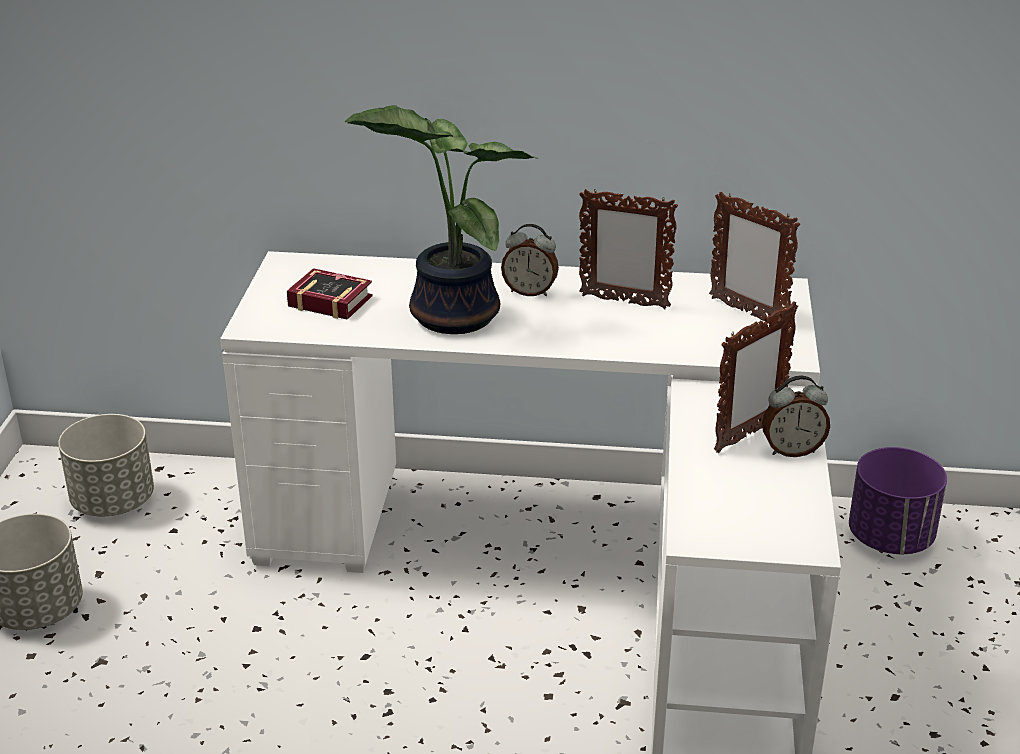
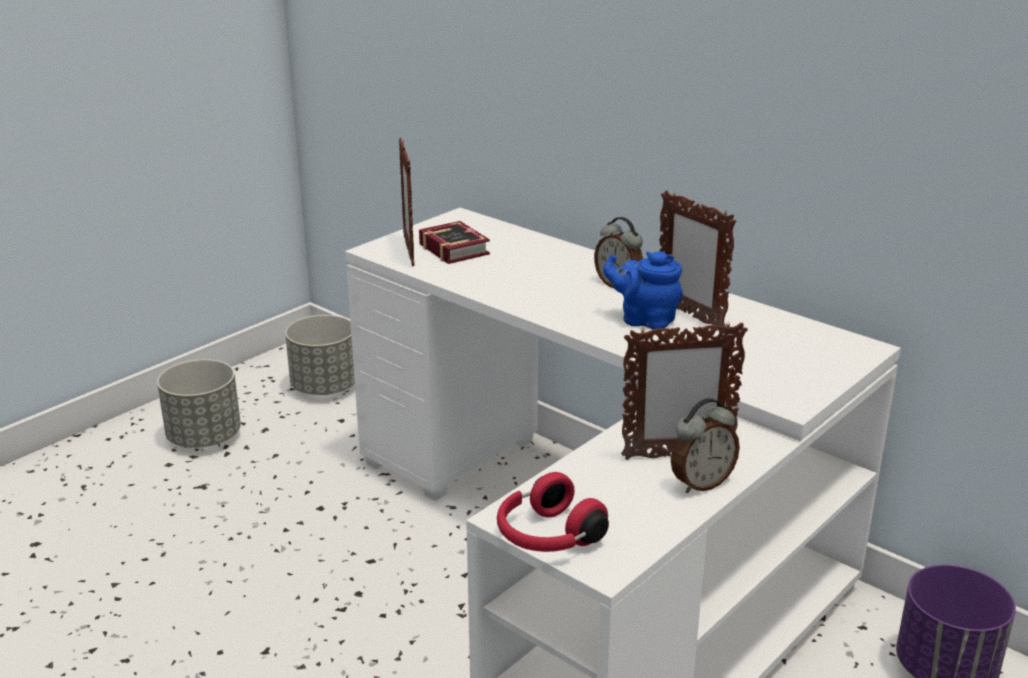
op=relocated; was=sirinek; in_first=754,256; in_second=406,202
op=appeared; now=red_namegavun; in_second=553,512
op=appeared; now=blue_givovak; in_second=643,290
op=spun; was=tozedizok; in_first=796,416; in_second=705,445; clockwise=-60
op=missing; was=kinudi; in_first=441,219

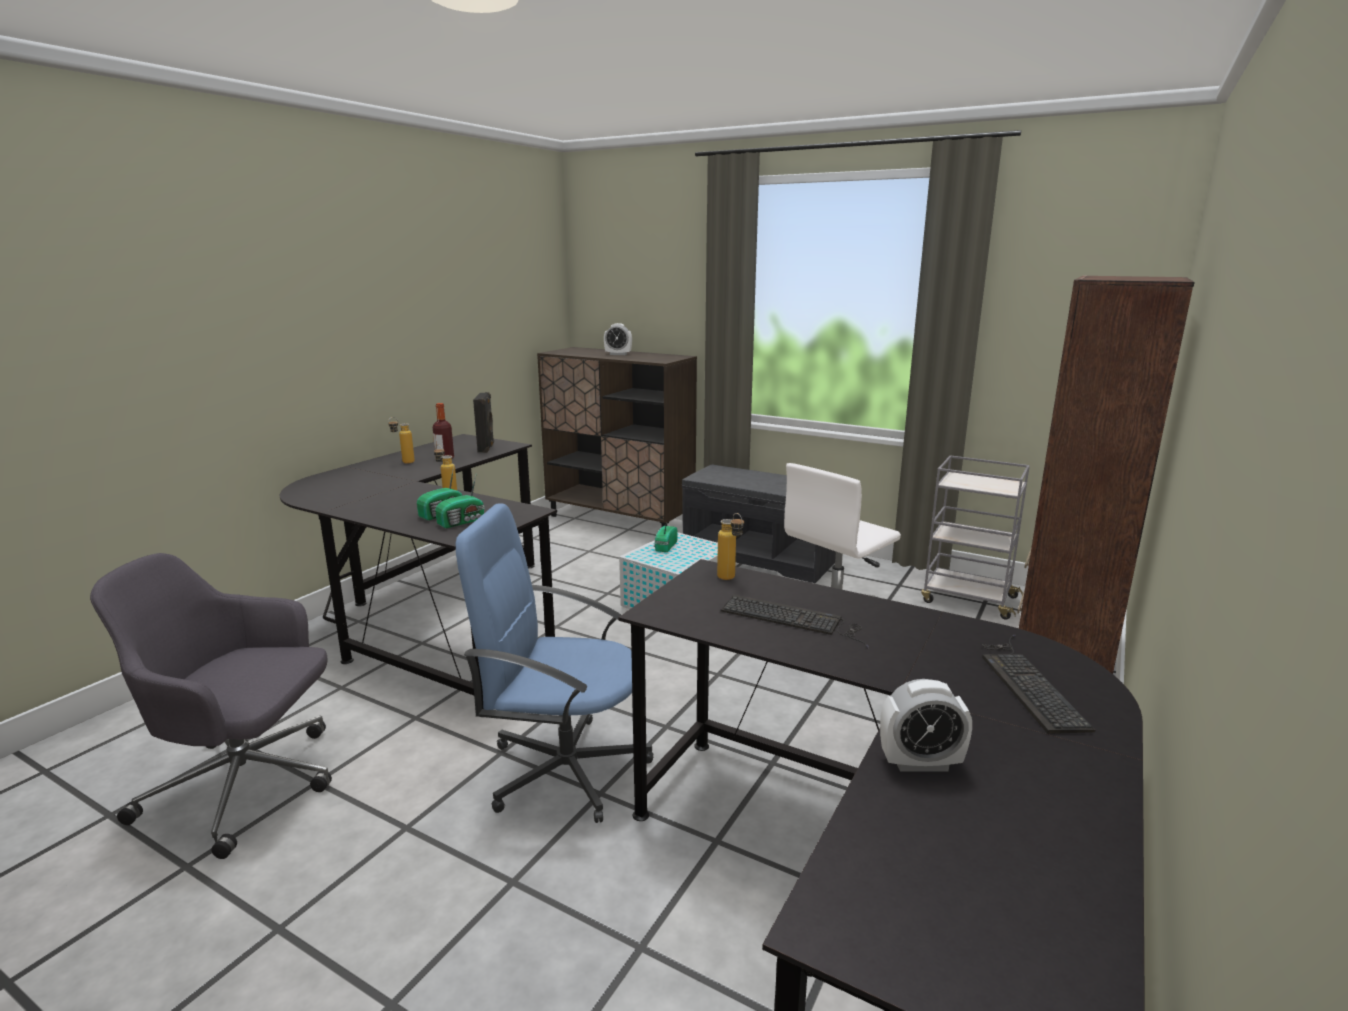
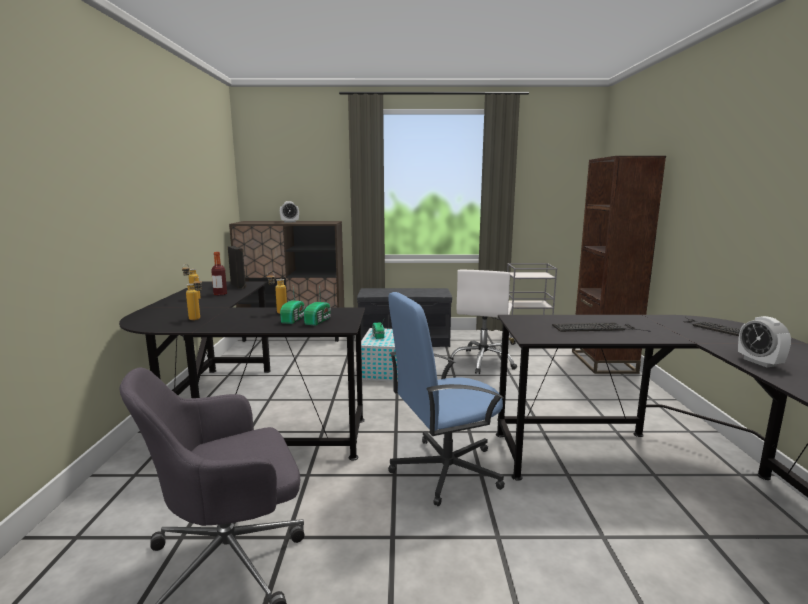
op=relocated; was=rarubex; in_first=730,546; in_second=194,298
op=spun; was=tozedizok; in_first=926,725; in_second=764,341; clockwise=105

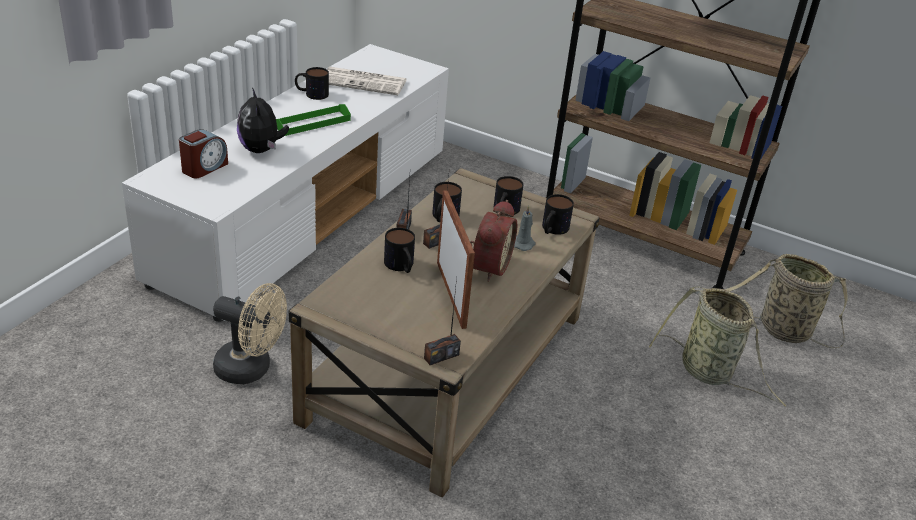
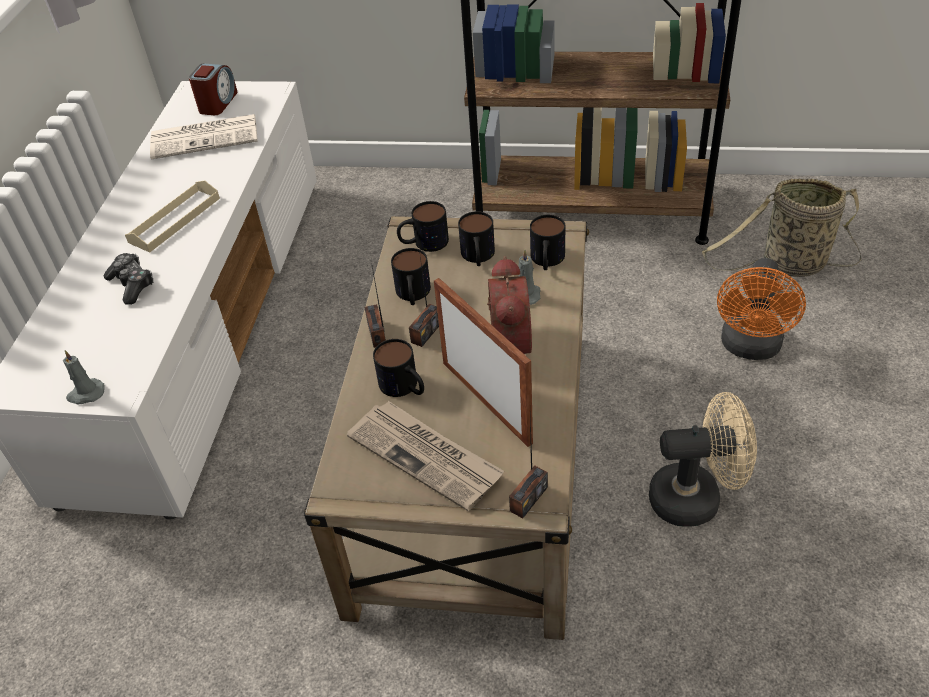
op=appeared; now=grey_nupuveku; in_second=83,377
op=exchanged; was=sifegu; now=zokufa; in_first=263,120; in_second=128,279
op=colour; was=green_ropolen; now=beige_ropolen; in_first=313,120; in_second=172,216
op=relocated; was=tozedizok; in_first=203,154; in_second=213,89
op=appeared; now=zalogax; in_second=425,456
op=relocated; was=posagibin; in_first=312,83; in_second=423,226
op=relocated; was=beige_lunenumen; in_first=250,333; in_second=703,459
op=exchanged; was=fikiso; now=orange_lunenumen; in_first=717,346; in_second=761,309

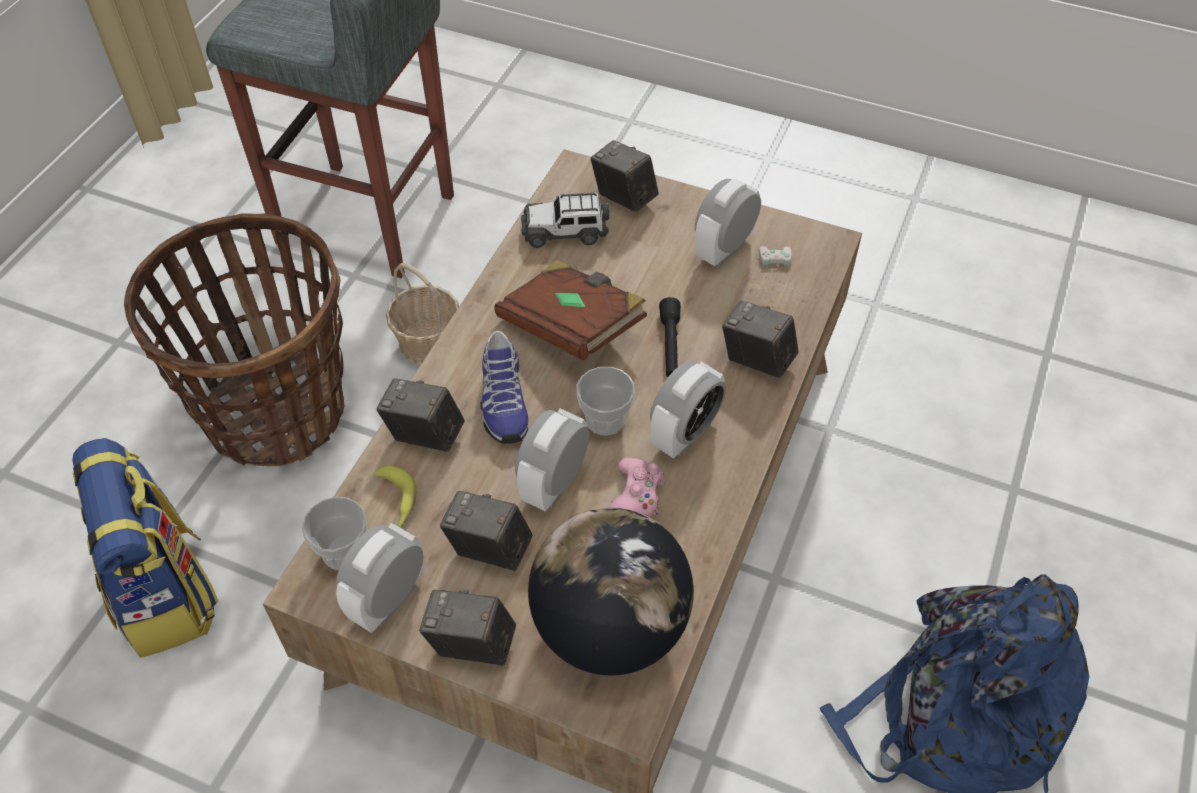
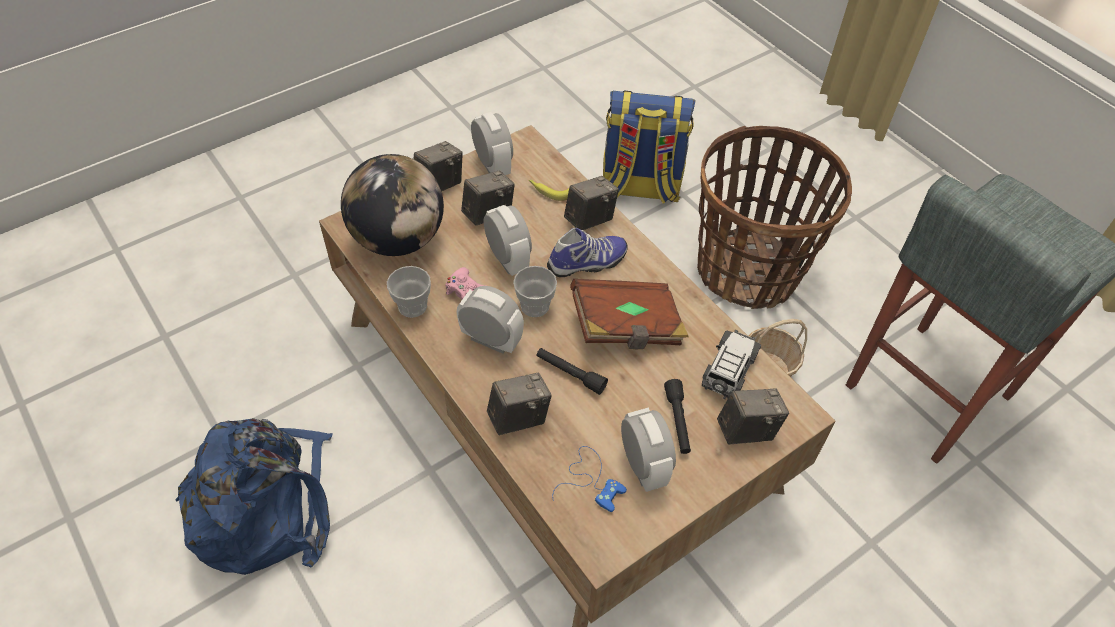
op=relocated; was=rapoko; in_first=334,533; in_second=409,292
op=spun; was=tozedizok; in_first=688,410; in_second=490,320; clockwise=135
op=spun; was=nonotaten; in_first=504,387; in_second=587,252; clockwise=135
op=colour; was=white_zokufa; now=blue_zokufa; in_first=779,271; in_second=590,479
op=appeared; now=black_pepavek; in_second=677,416

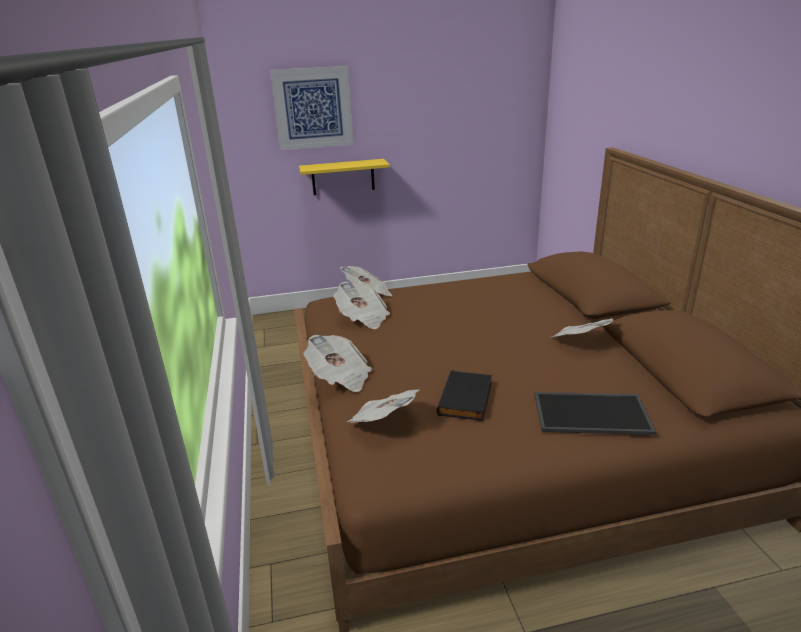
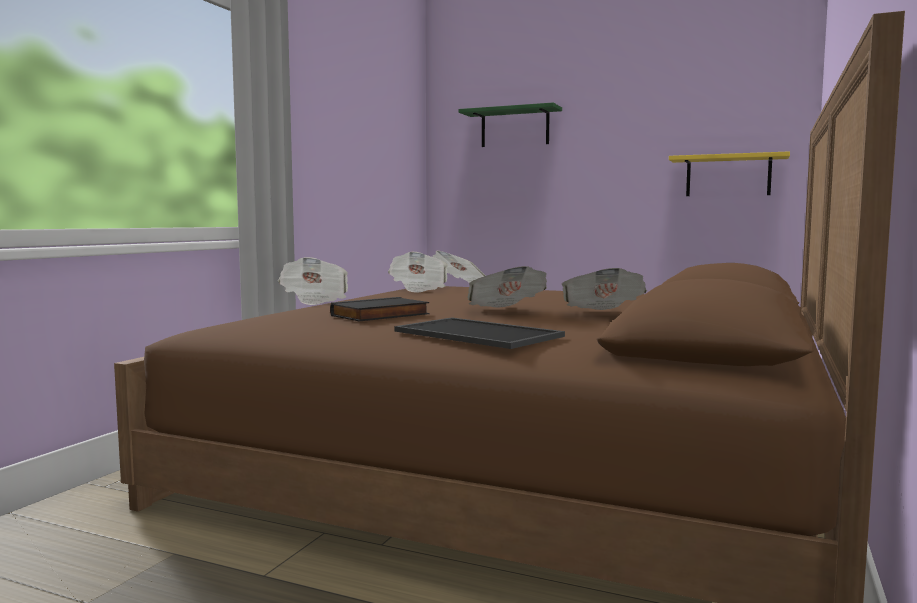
op=exchanged; was=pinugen; now=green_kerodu; in_first=312,108; in_second=510,125
op=relocated; was=zalogax; in_first=383,406; in_second=507,286
op=relocated; was=yellow_kerodu; in_first=344,177; in_second=729,173

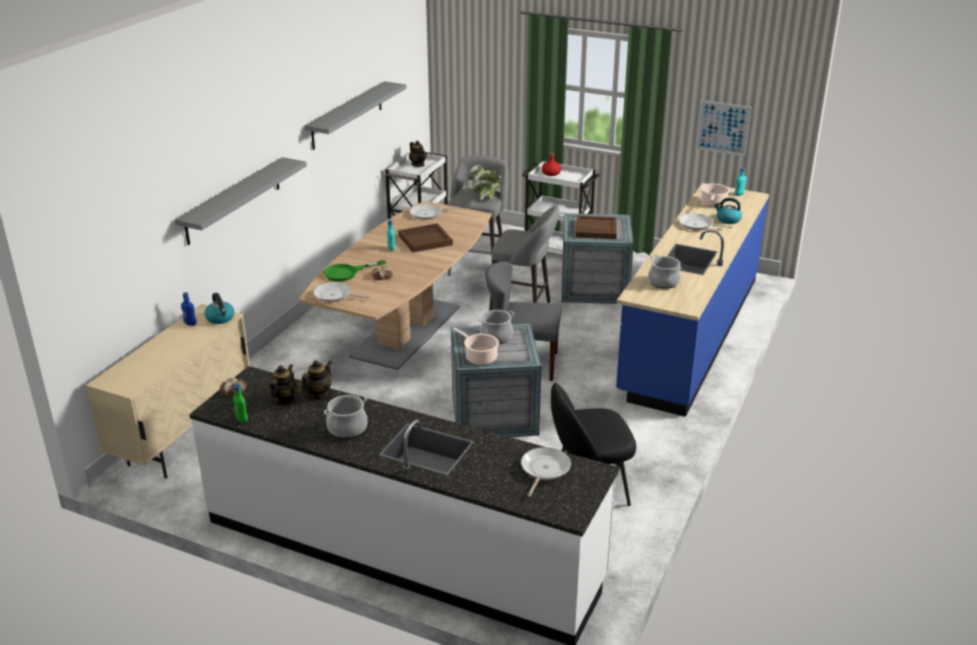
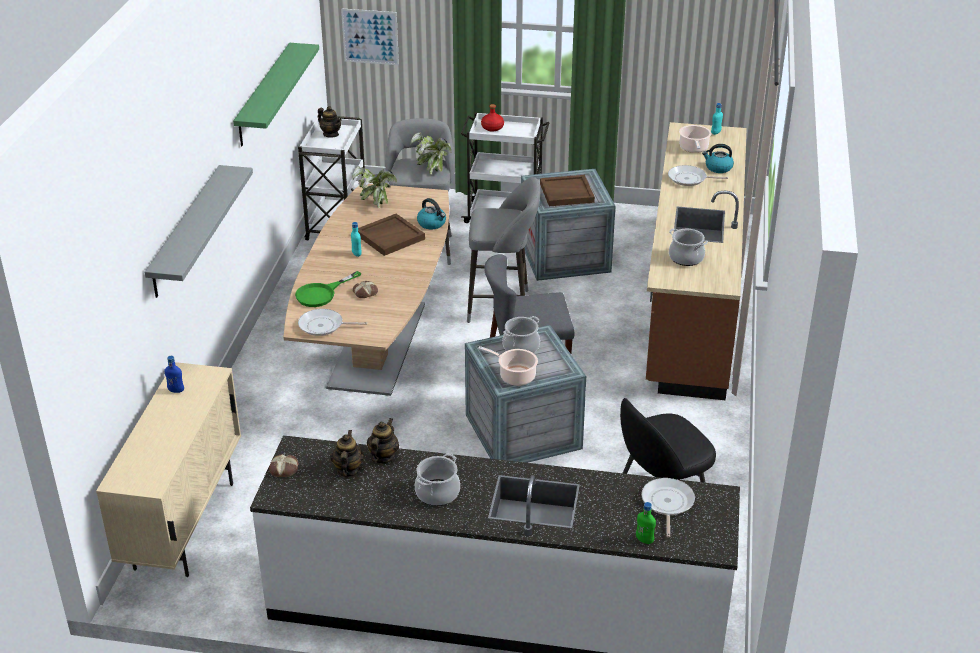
op=colour; was=grey_kerodu; now=green_kerodu; in_first=355,115; in_second=276,94
op=relocated; was=pinugen; in_first=723,128; in_second=370,36
op=exchanged; was=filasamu; now=kinudi; in_first=434,212; in_second=374,187
op=relocated; was=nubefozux; in_first=219,308; in_second=431,214
op=relocated; was=green_rarubex; in_first=240,403; in_second=646,523
op=colour; was=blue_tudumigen; now=brown_tudumigen; in_first=692,300; in_second=696,261

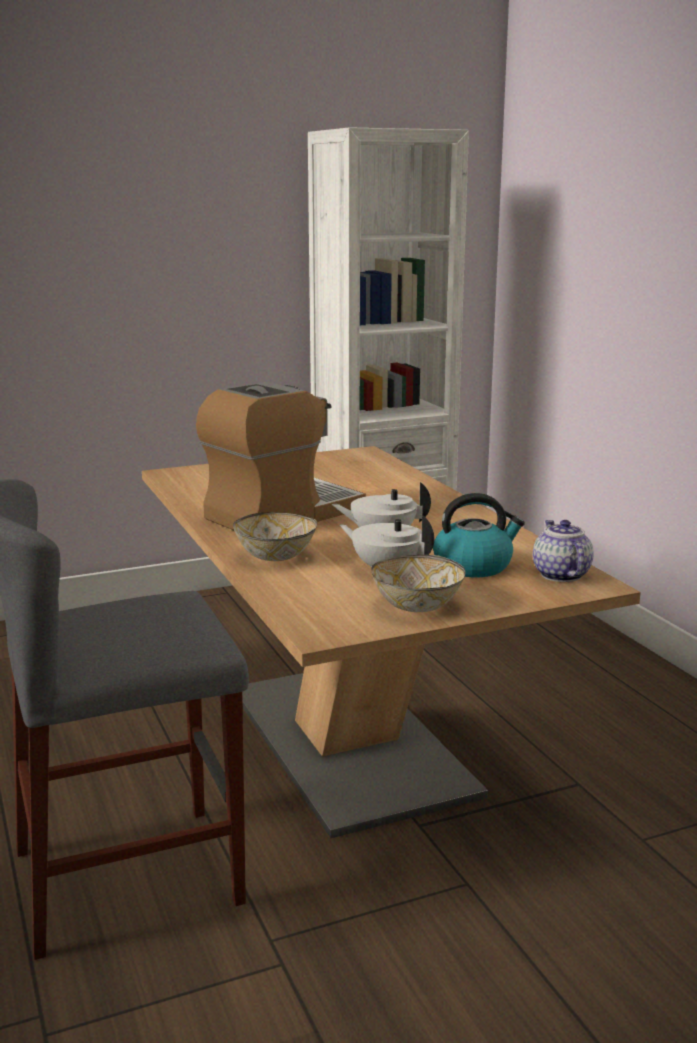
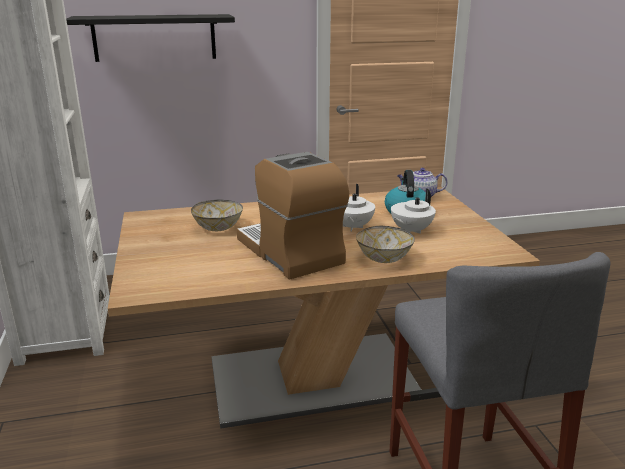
op=appeared; now=black_kerodu; in_second=150,38
op=relocated; was=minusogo; in_first=418,583; in_second=217,215

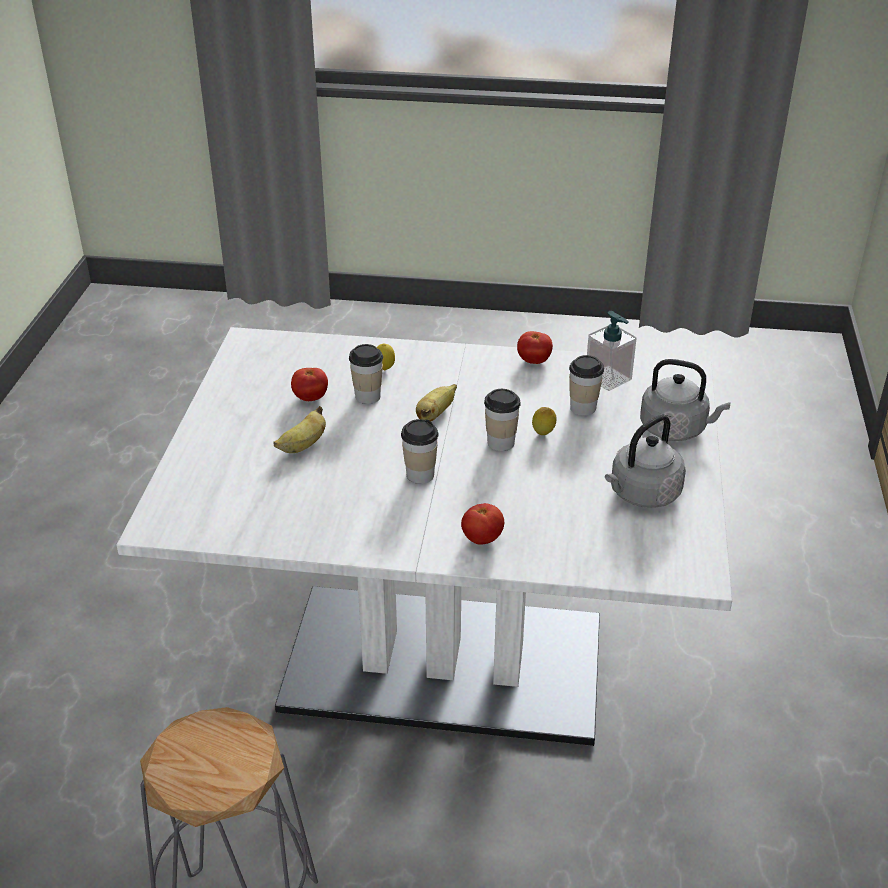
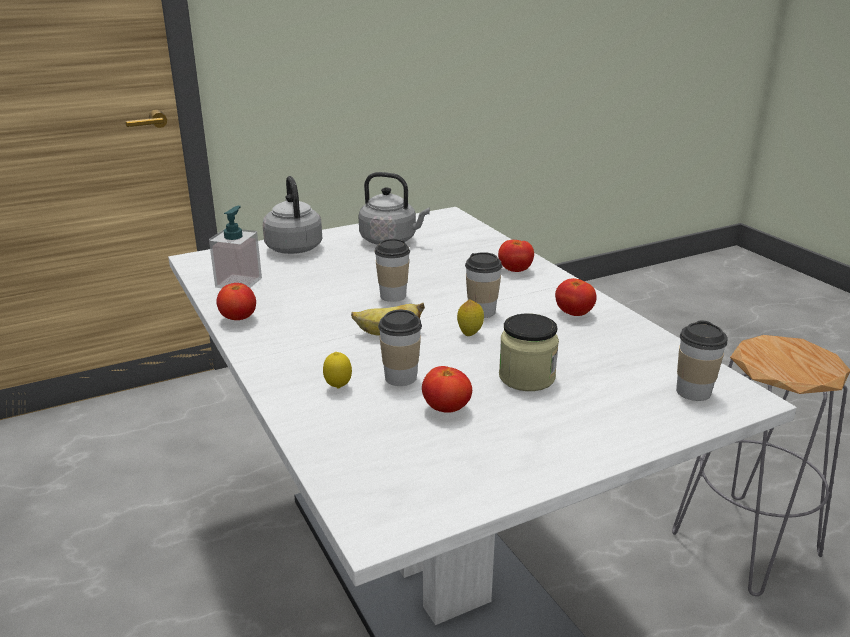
op=relocated; was=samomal; in_first=544,421; in_second=470,317
op=exchanged; was=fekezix; now=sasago; in_first=299,429; in_second=529,352
op=appeared; now=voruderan; in_second=576,297
op=relocated; was=rapoko; in_first=586,385; in_second=702,360

